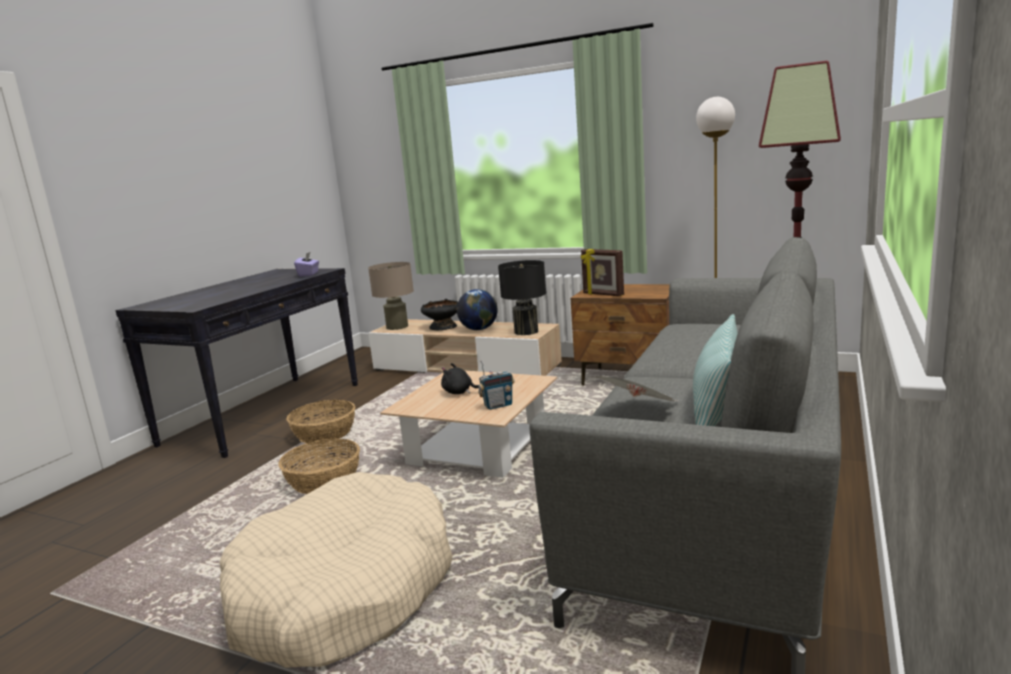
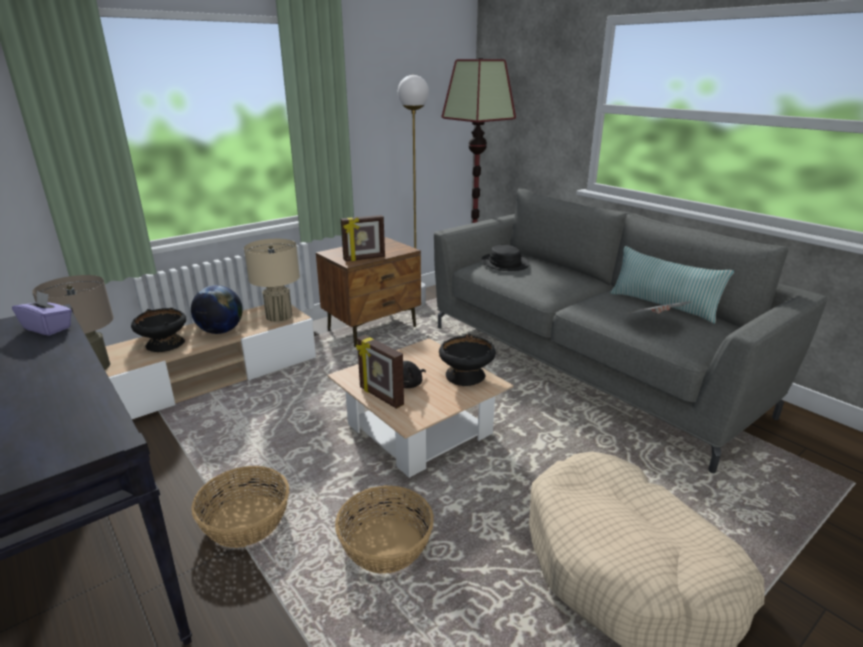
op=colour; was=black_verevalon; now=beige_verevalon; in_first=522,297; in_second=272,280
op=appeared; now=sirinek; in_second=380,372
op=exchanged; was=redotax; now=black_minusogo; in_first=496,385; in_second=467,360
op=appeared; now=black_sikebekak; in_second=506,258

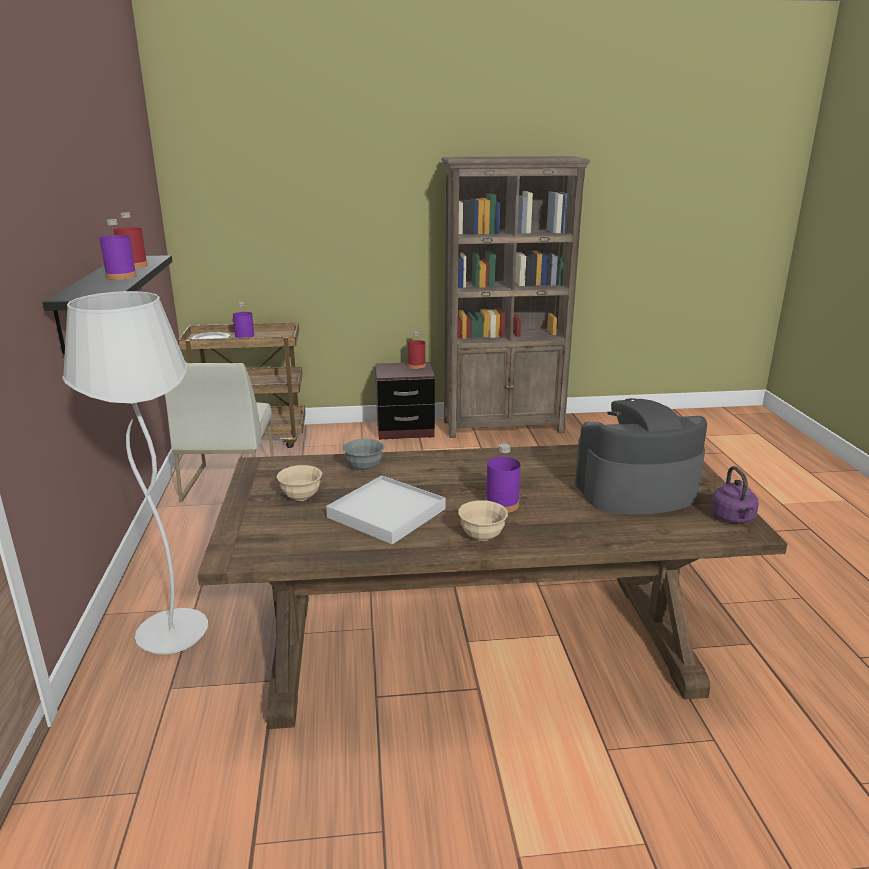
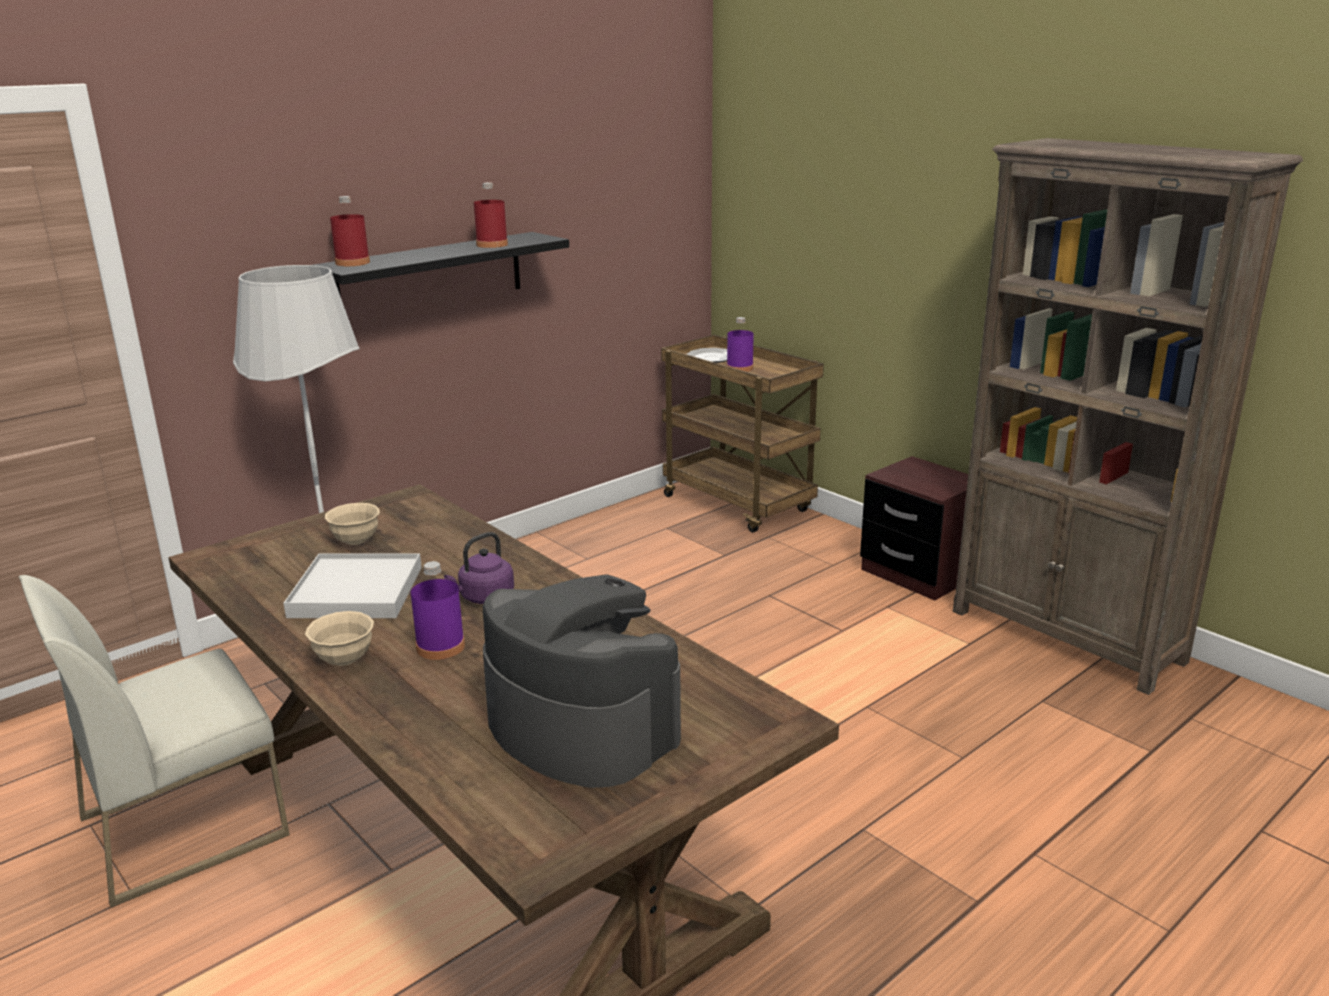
op=relocated; was=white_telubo; in_first=219,432; in_second=154,741
op=relocated; was=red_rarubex; in_first=417,350; in_second=350,231
op=relocated; was=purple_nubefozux; in_first=735,495; in_second=479,568
op=missing; was=purple_rarubex; in_first=118,249
op=missing; was=grey_minusogo; in_first=363,455

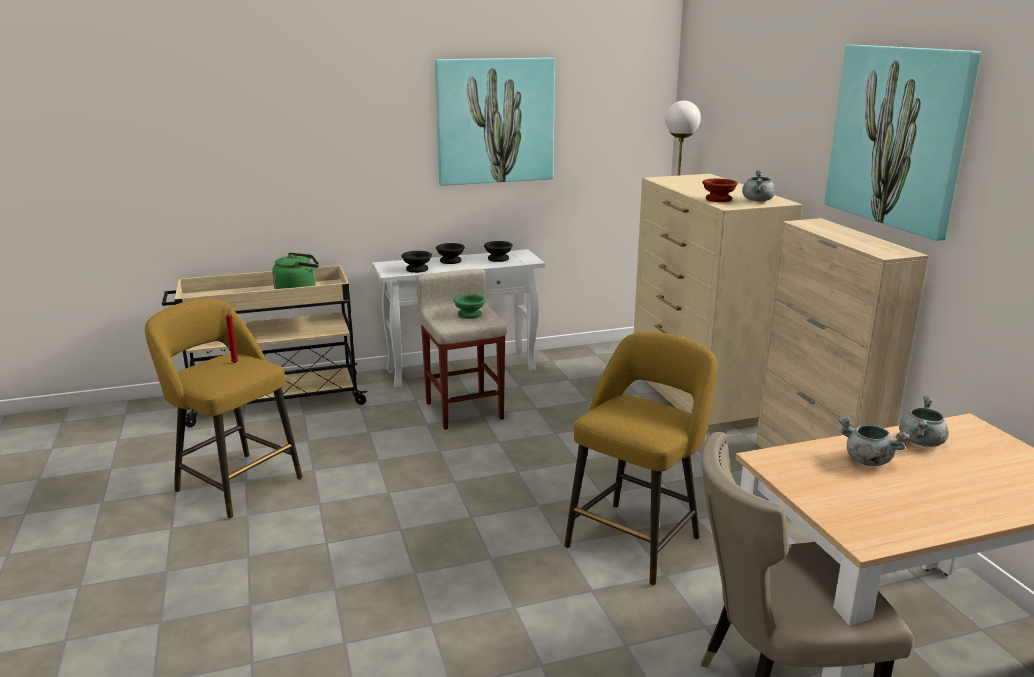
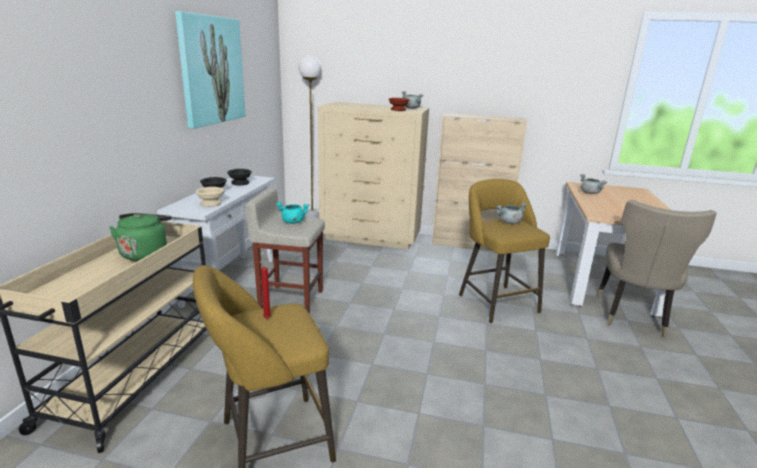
op=colour; was=black_minusogo; now=beige_minusogo; in_first=417,262; in_second=210,197
op=exchanged; was=green_minusogo; now=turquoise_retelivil; in_first=469,306; in_second=292,213
op=relocated; was=grey_retelivil; in_first=874,441; in_second=511,213
op=missing; was=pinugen; in_first=903,143

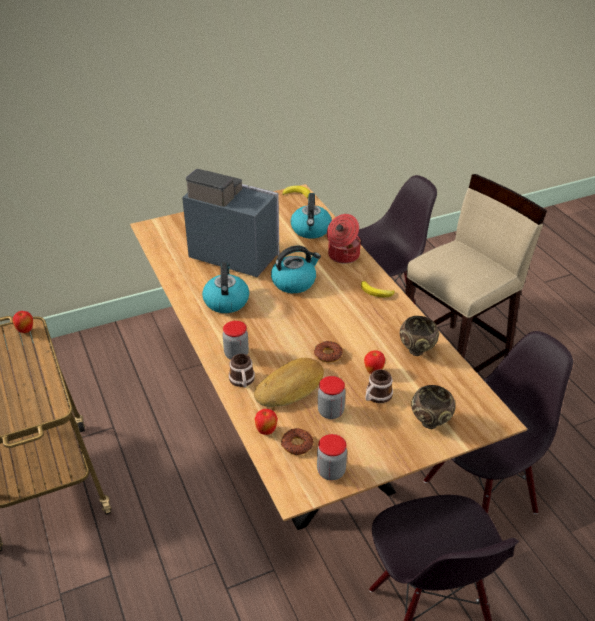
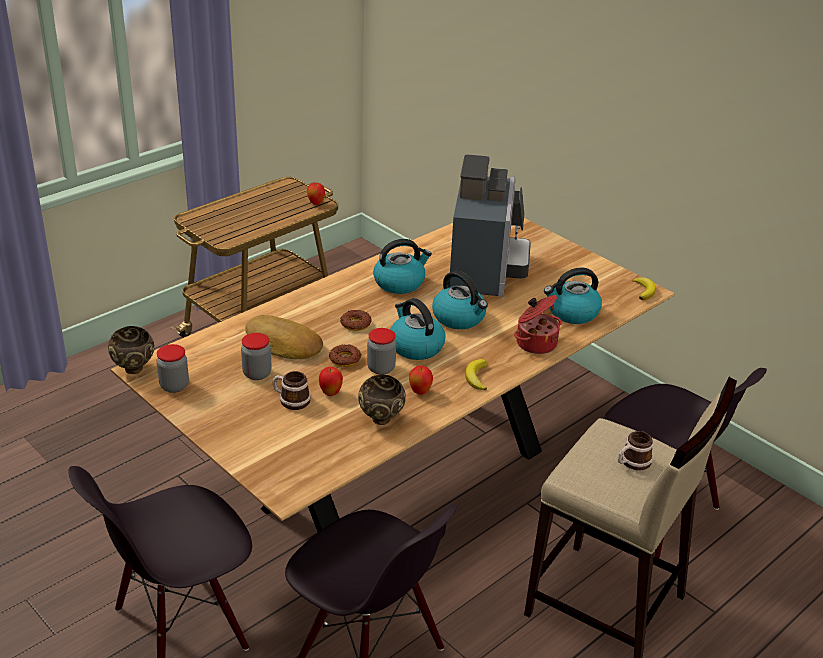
op=relocated; was=brown_minusogo; in_first=433,407; in_second=131,350
op=relocated; was=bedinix; in_first=297,441; in_second=356,320
op=relocated; was=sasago; in_first=236,340; in_second=381,351
op=appeared; now=nubefozux; in_second=417,329
op=relocated; was=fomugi; in_first=266,422; in_second=421,380
op=relocated; was=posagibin; in_first=242,371; in_second=636,450

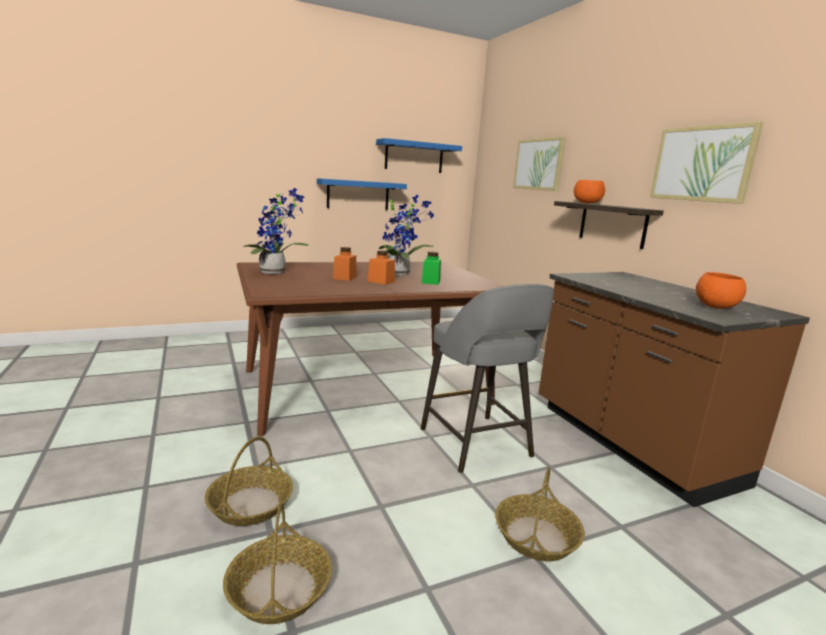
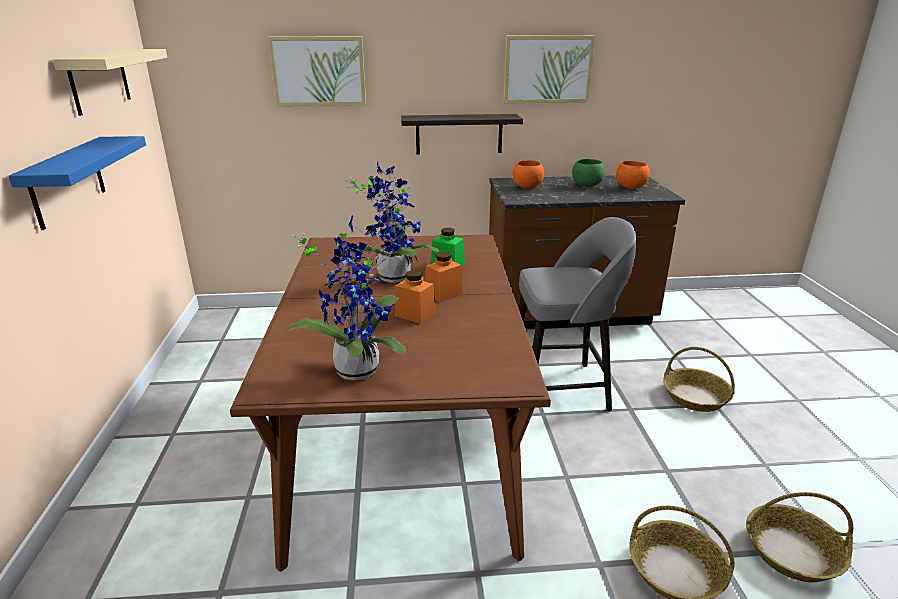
op=colour; was=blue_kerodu; now=beige_kerodu; in_first=419,155; in_second=110,82
op=relocated; was=orange_minusogo; in_first=589,191; in_second=528,174
op=appeared; now=green_minusogo; in_second=588,173

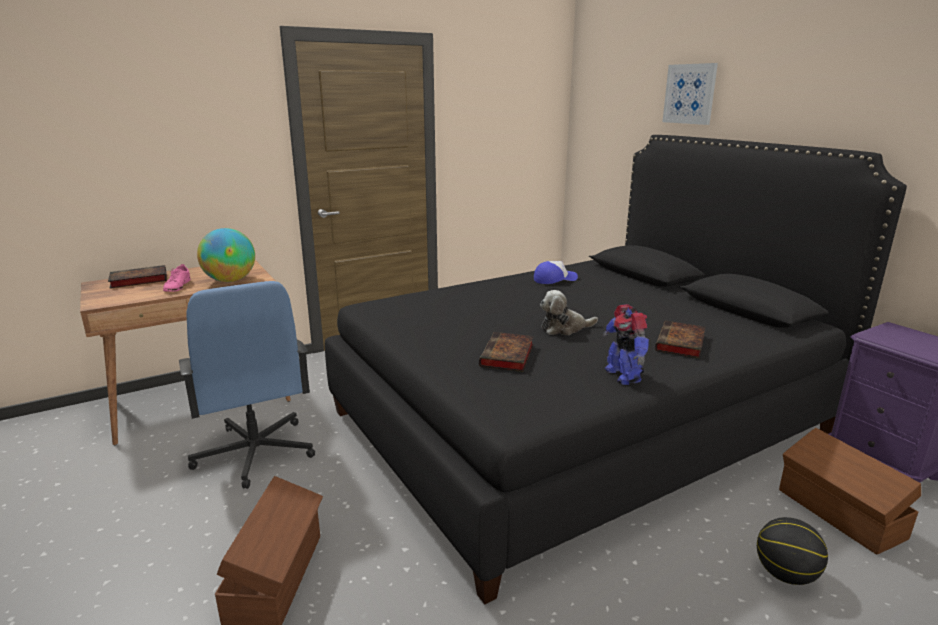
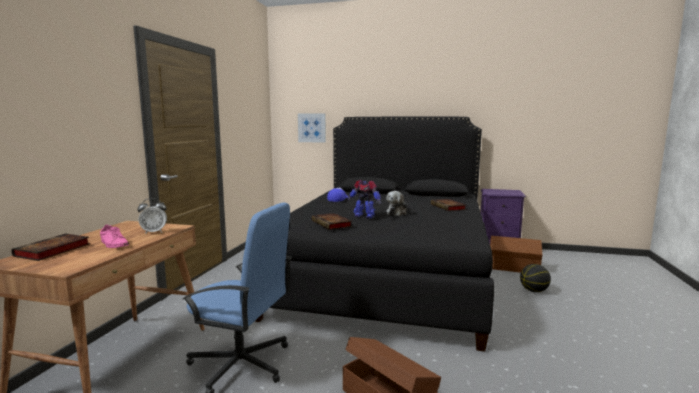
op=exchanged; was=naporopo; now=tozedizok; in_first=226,255; in_second=152,216
op=relocated; was=pinugen; in_first=690,94; in_second=312,128
op=relocated; was=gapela; in_first=506,352; in_second=332,221
op=relocated; was=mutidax; in_first=626,344; in_second=364,199

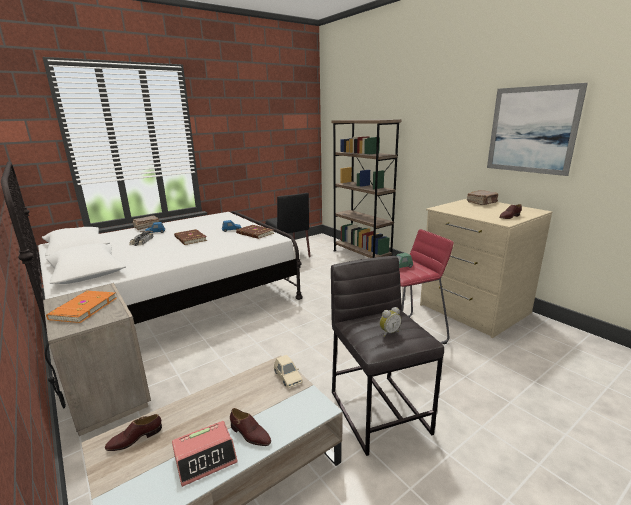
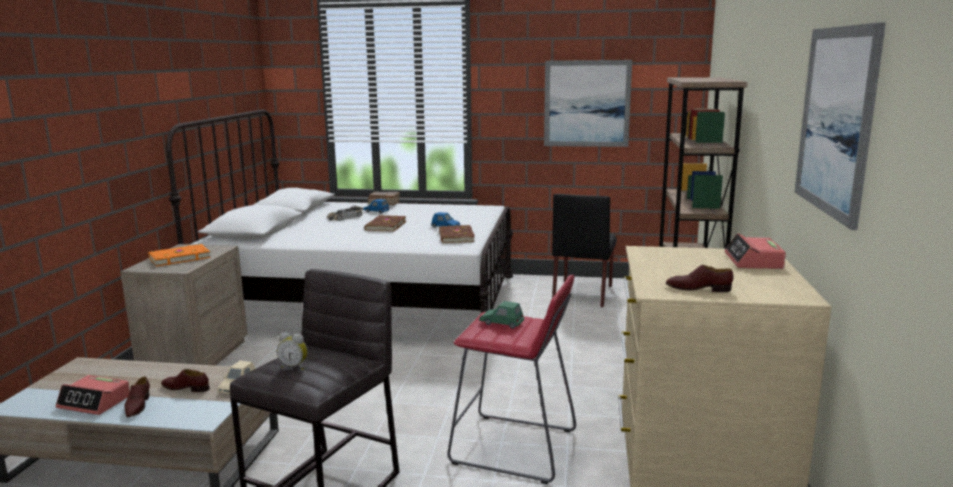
op=relocated; was=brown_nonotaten; in_first=133,432; in_second=185,380
op=appeared; now=pinugen; in_second=588,103
op=exchanged; was=brown_gapela; now=tozedizok; in_first=482,197; in_second=755,251

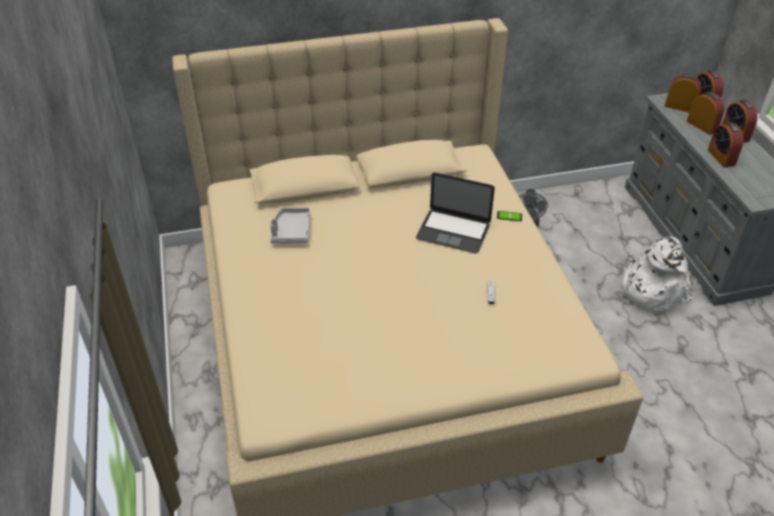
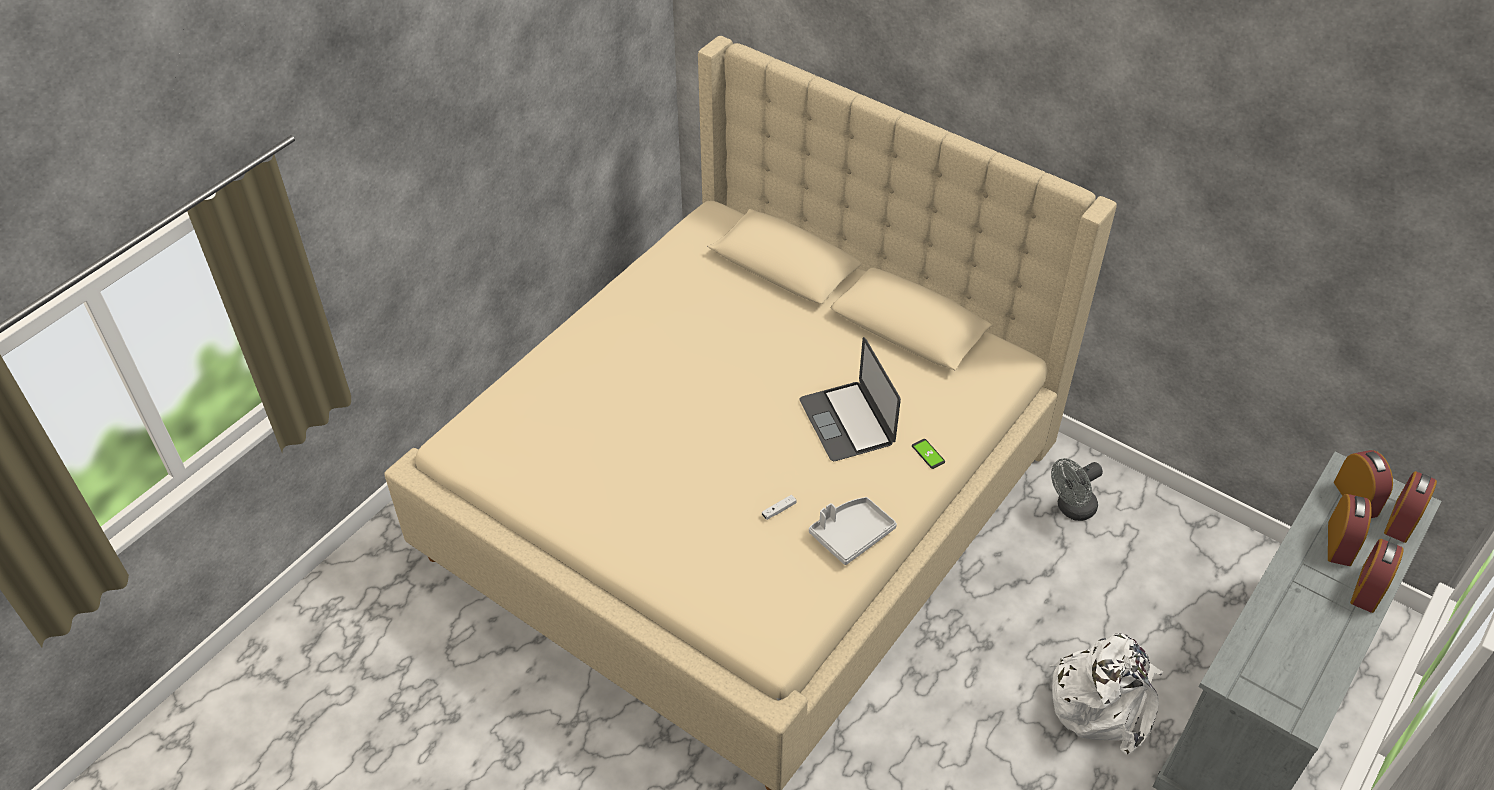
op=relocated; was=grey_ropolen; in_first=290,226; in_second=853,531
op=missing; was=tozedizok; in_first=725,145

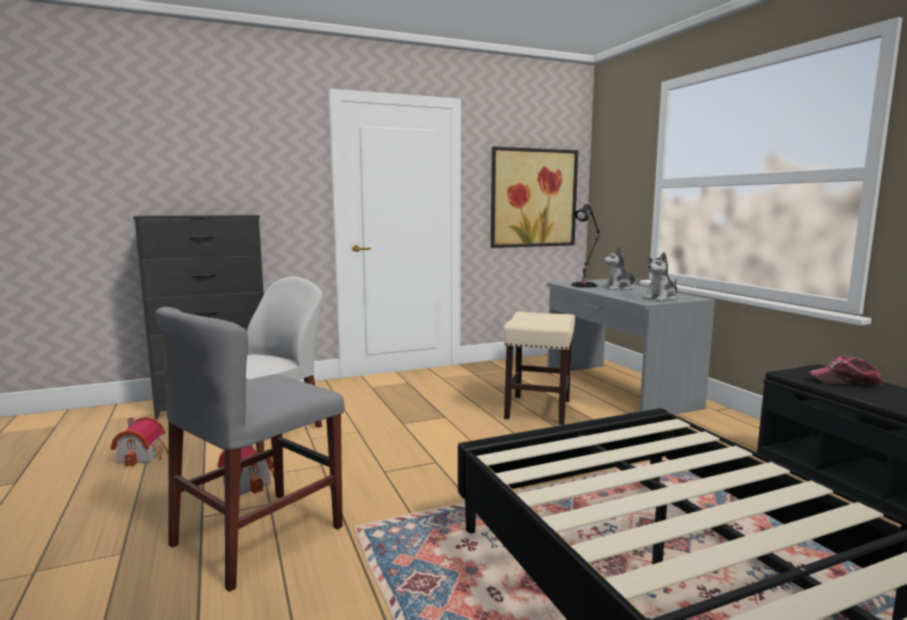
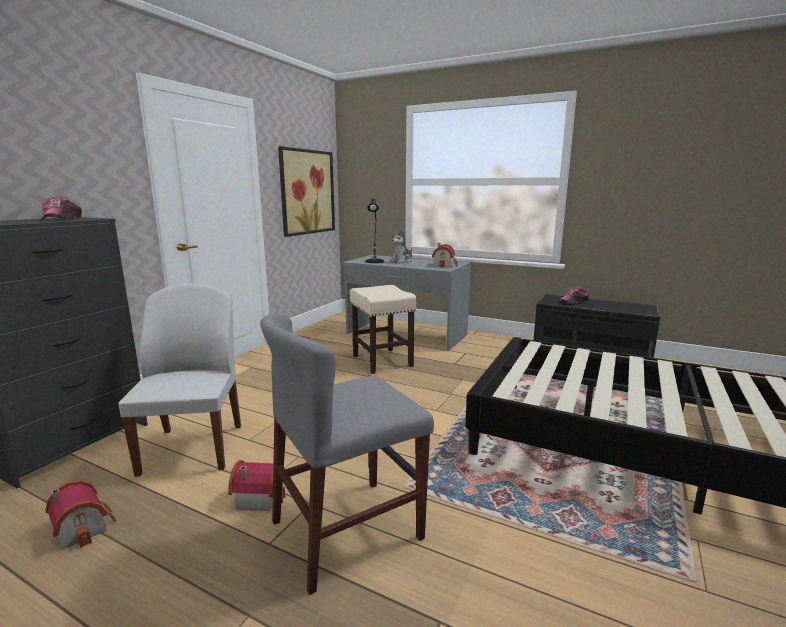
op=appeared; now=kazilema; in_second=61,208
op=spun; was=grey_telubo; in_first=250,449; in_second=347,454; clockwise=60
op=exchanged; was=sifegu; now=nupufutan; in_first=660,276; in_second=445,255

